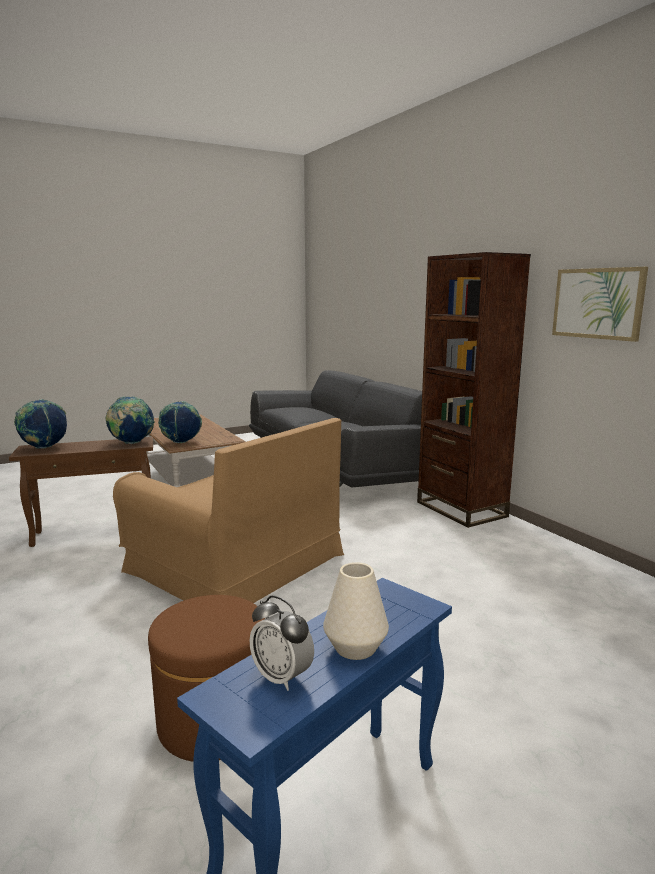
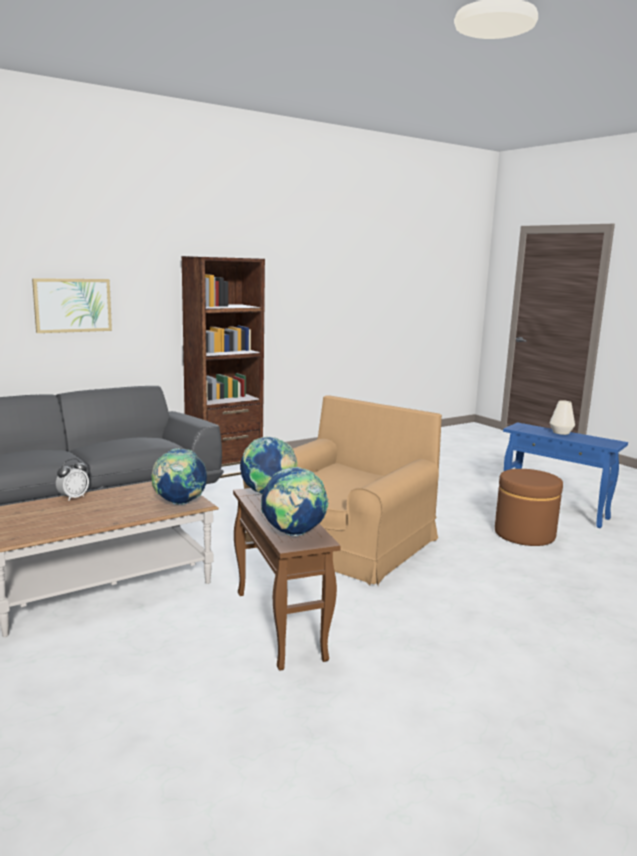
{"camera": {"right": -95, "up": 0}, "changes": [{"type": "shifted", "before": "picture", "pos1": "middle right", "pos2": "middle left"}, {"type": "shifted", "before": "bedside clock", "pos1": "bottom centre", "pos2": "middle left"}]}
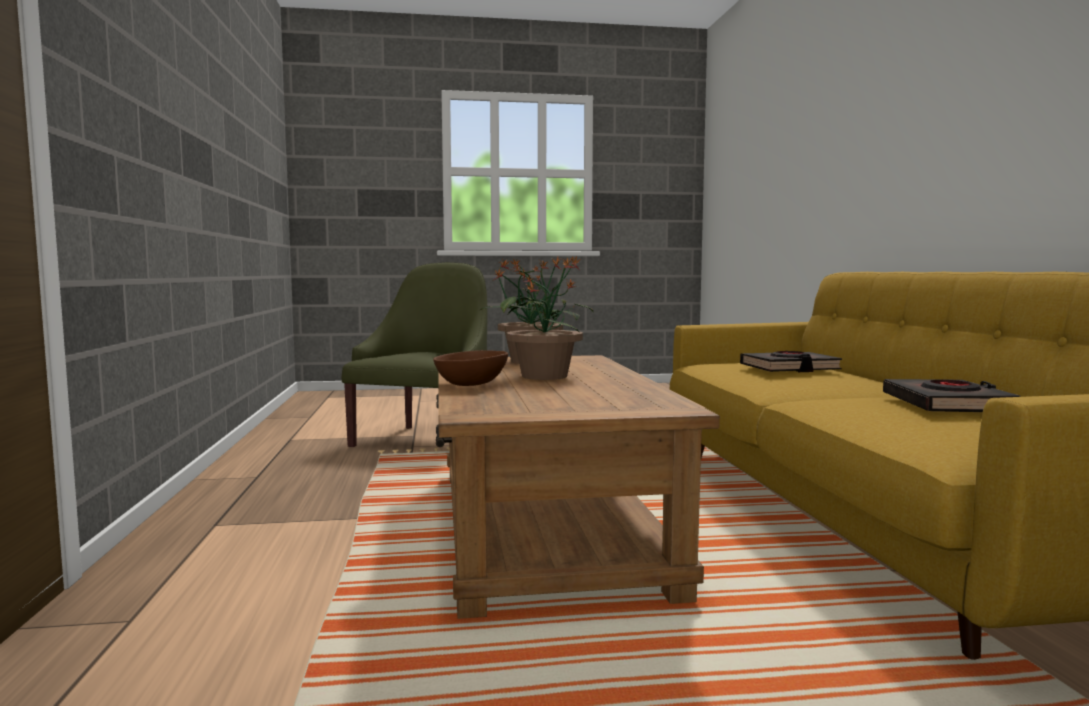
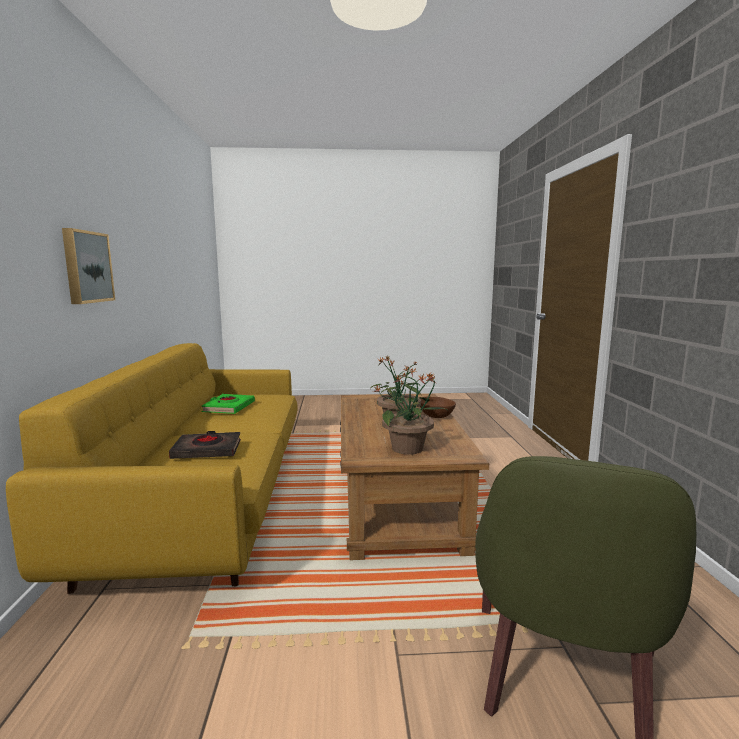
{"camera": {"right": -175, "up": 5}, "changes": [{"type": "new", "after": "picture", "pos2": "middle left"}, {"type": "repainted", "before": "book (black) (no. 2 from left)", "after": "book (greenish)", "pos1": "middle right", "pos2": "middle left"}]}
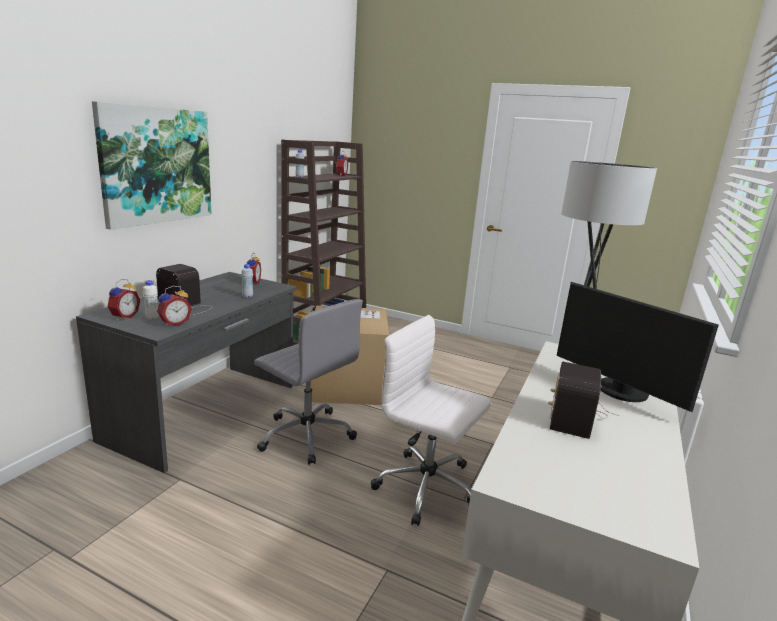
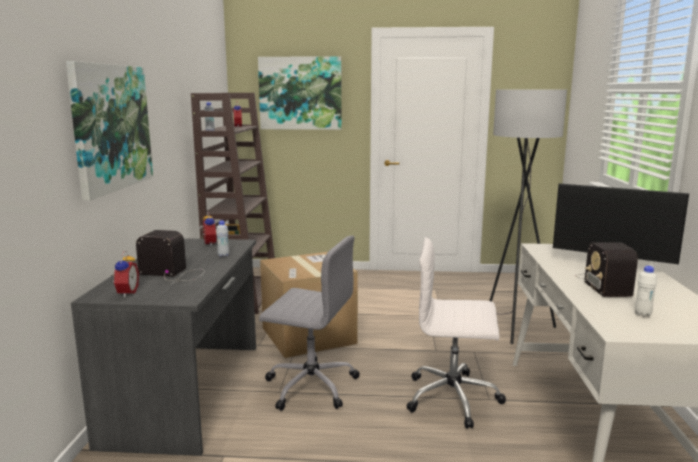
{"camera": {"right": -20, "up": -5}, "changes": [{"type": "new", "after": "picture (no. 2 from left)", "pos2": "top centre"}, {"type": "shifted", "before": "drink bottle (whitish) (no. 1 from left in the first image)", "after": "drink bottle (whitish) (no. 3 from left)", "pos1": "middle left", "pos2": "middle right"}, {"type": "gone", "before": "bedside clock (no. 2 from left)", "pos1": "middle left"}]}
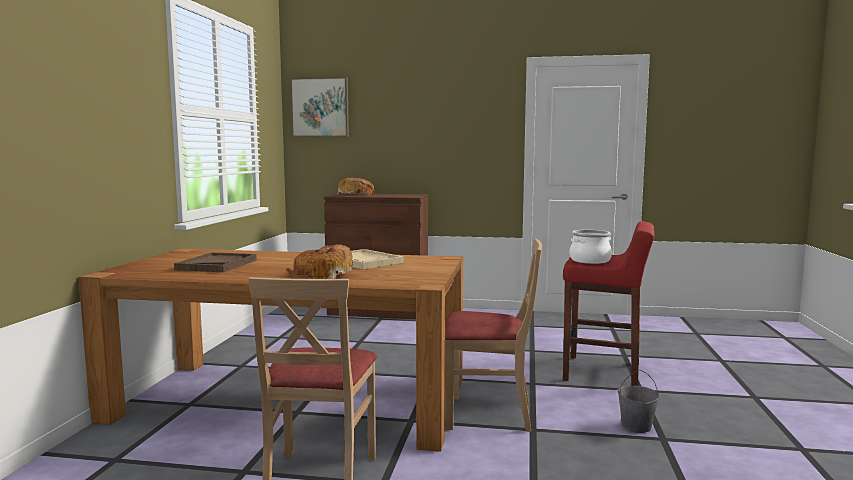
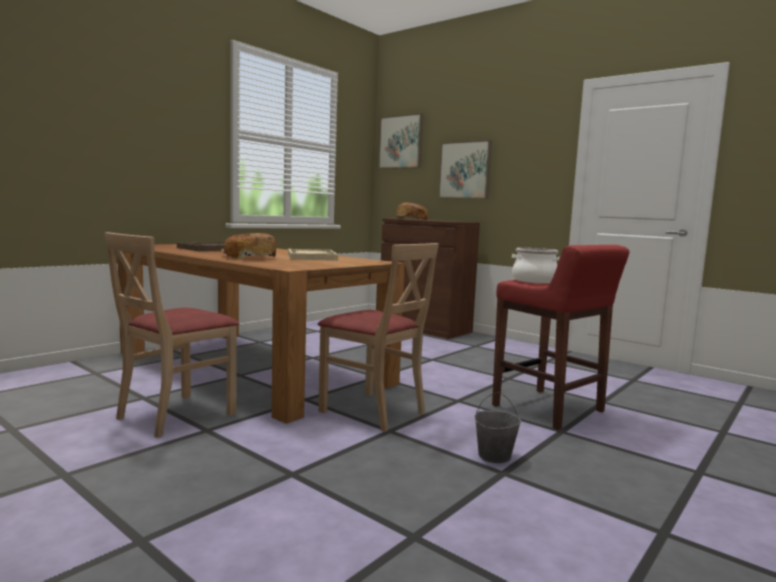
{"camera": {"right": 30, "up": 0}, "changes": [{"type": "new", "after": "picture (no. 2 from left)", "pos2": "top centre"}]}
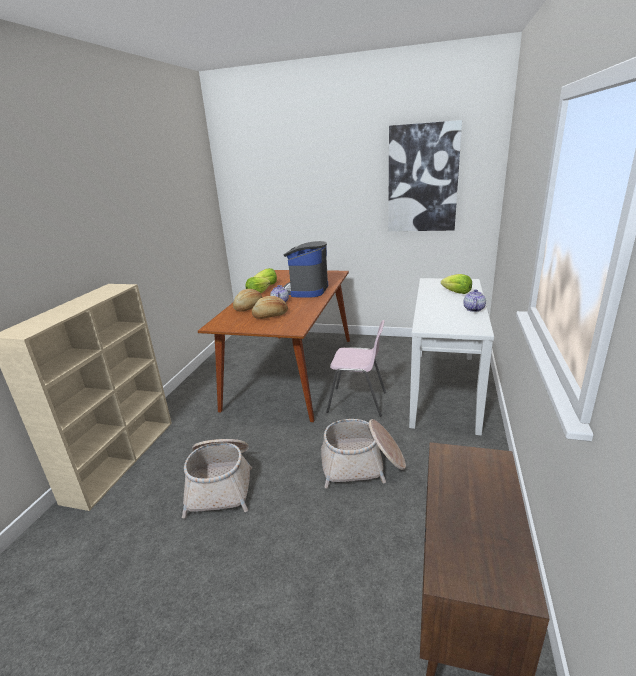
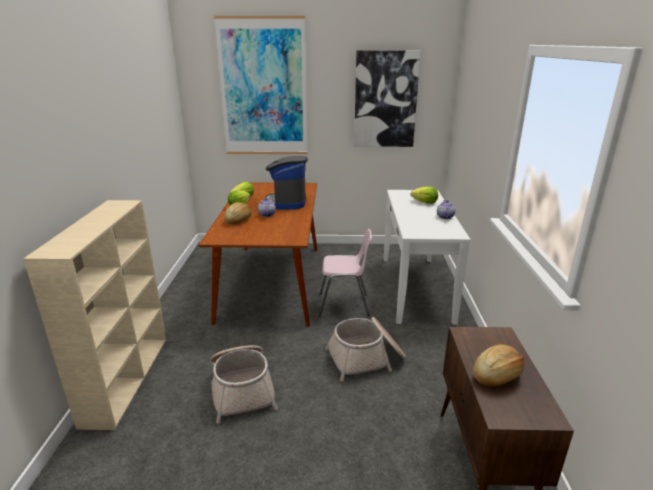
{"camera": {"right": -15, "up": 0}, "changes": [{"type": "new", "after": "picture (no. 1 from left)", "pos2": "top centre"}, {"type": "shifted", "before": "bread (no. 2 from left)", "pos1": "centre", "pos2": "bottom right"}]}
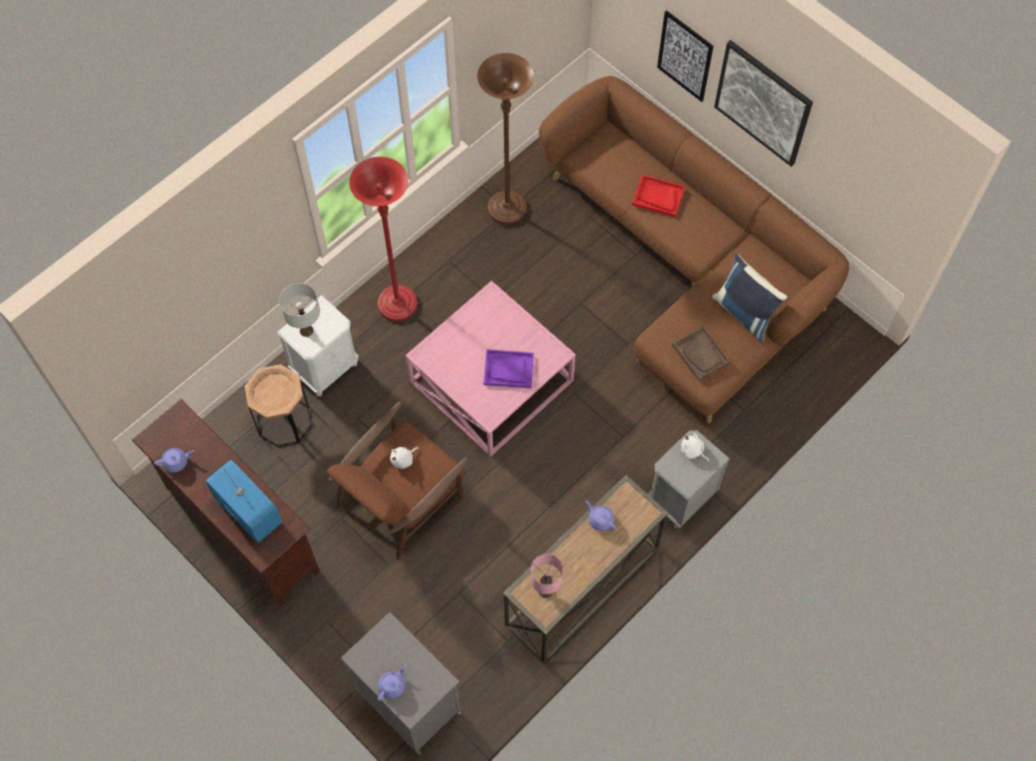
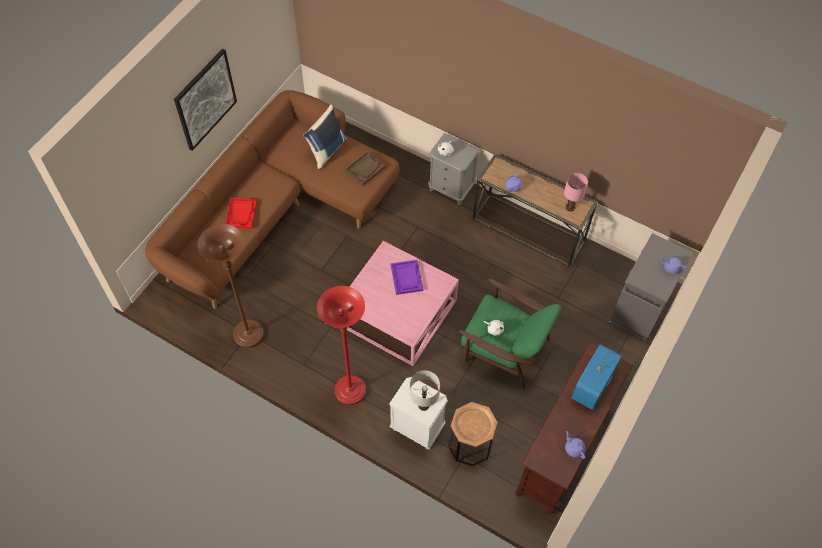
{"camera": {"right": -105, "up": -5}, "changes": [{"type": "repainted", "before": "easy chair (brownish)", "after": "easy chair (greenish)", "pos1": "centre", "pos2": "centre"}, {"type": "gone", "before": "picture (no. 1 from left)", "pos1": "top centre"}]}
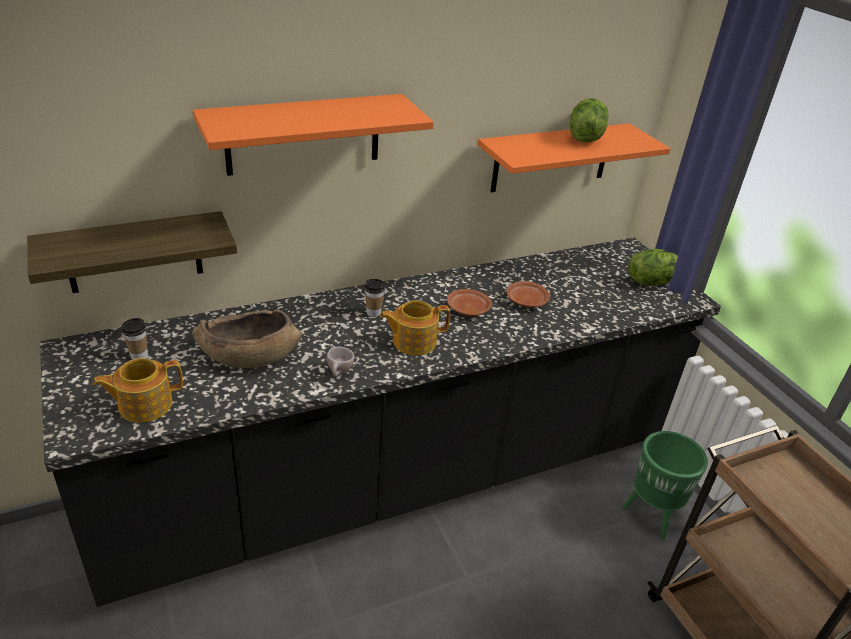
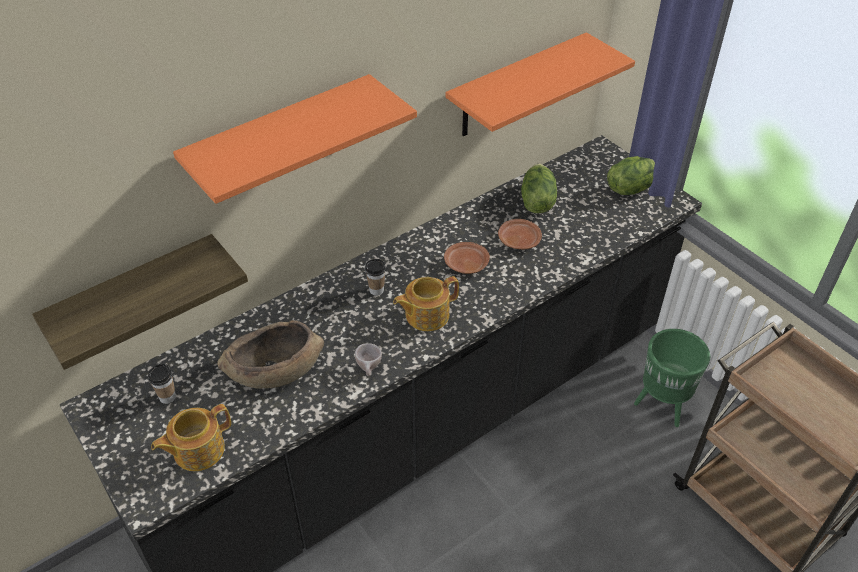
{"camera": {"right": -10, "up": 10}, "changes": [{"type": "shifted", "before": "lettuce (no. 1 from left)", "pos1": "top right", "pos2": "top centre"}]}
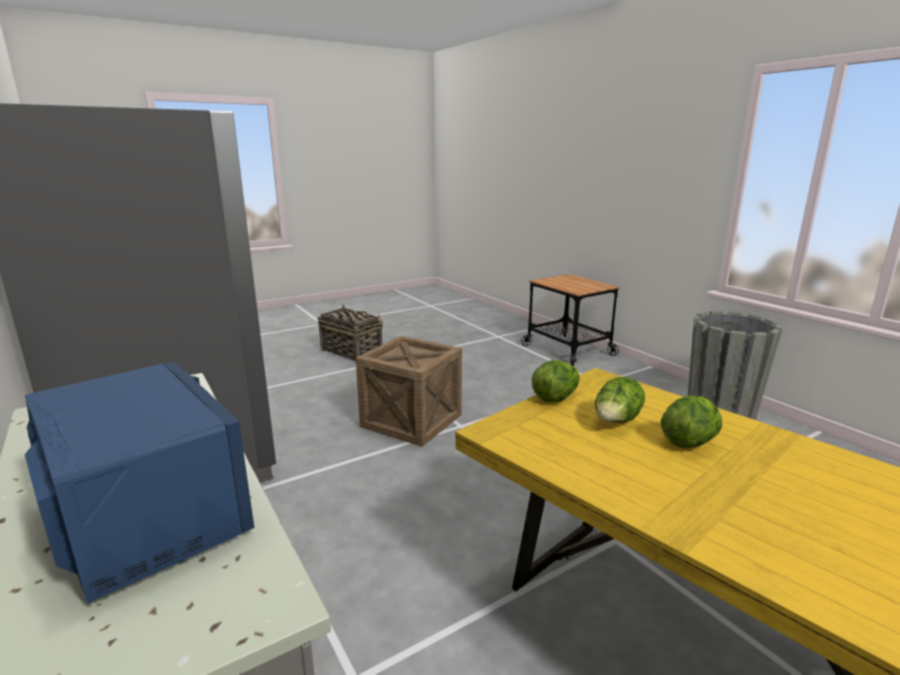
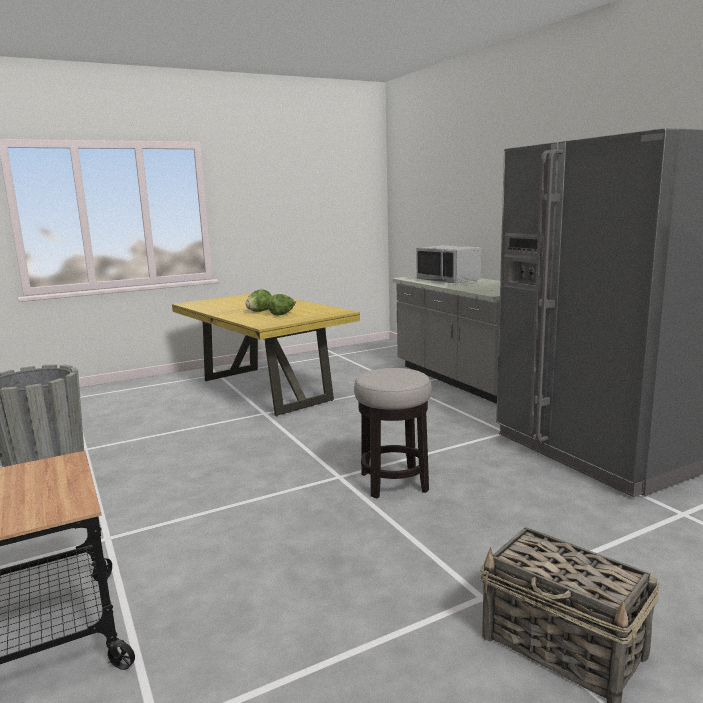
{"camera": {"right": -175, "up": -5}, "changes": [{"type": "swapped", "before": "shipping crate", "after": "sitting stool", "pos1": "centre", "pos2": "centre"}, {"type": "repainted", "before": "microwave oven (bluish)", "after": "microwave oven (grey)", "pos1": "bottom left", "pos2": "centre"}, {"type": "gone", "before": "lettuce (no. 1 from left)", "pos1": "centre"}]}
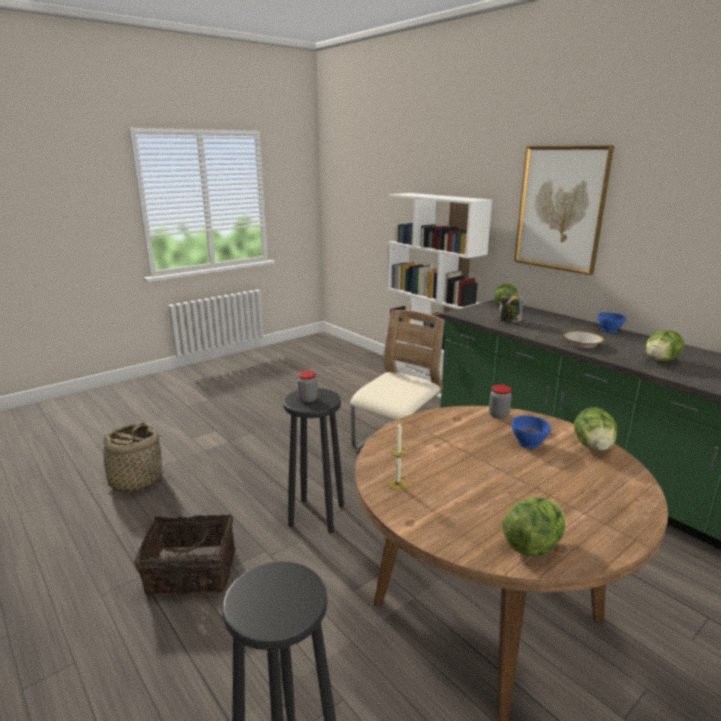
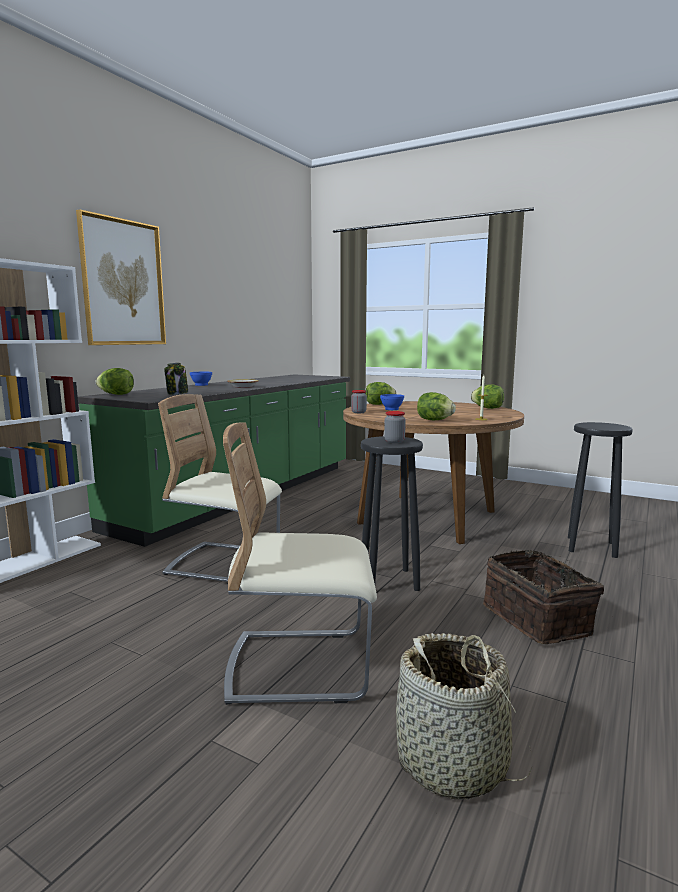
{"camera": {"right": -110, "up": -10}, "changes": [{"type": "new", "after": "chair (sand-coloured) (no. 2 from left)", "pos2": "centre"}, {"type": "shifted", "before": "lettuce (no. 4 from left in the first image)", "after": "lettuce (no. 3 from left)", "pos1": "middle right", "pos2": "centre"}]}
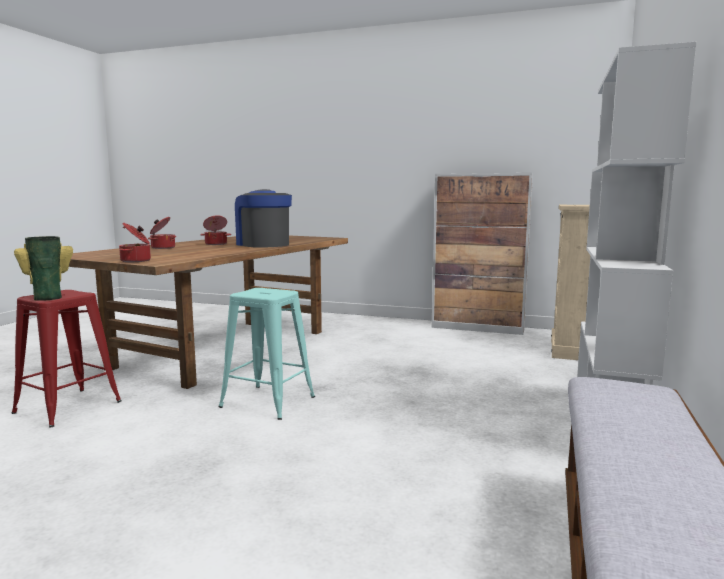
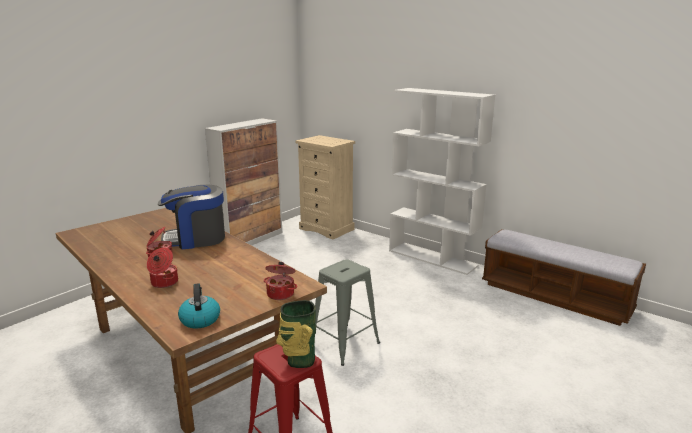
{"camera": {"right": -70, "up": 10}, "changes": [{"type": "new", "after": "water kettle", "pos2": "bottom left"}, {"type": "repainted", "before": "sitting stool (turquoise)", "after": "sitting stool (grey)", "pos1": "centre", "pos2": "bottom centre"}]}
